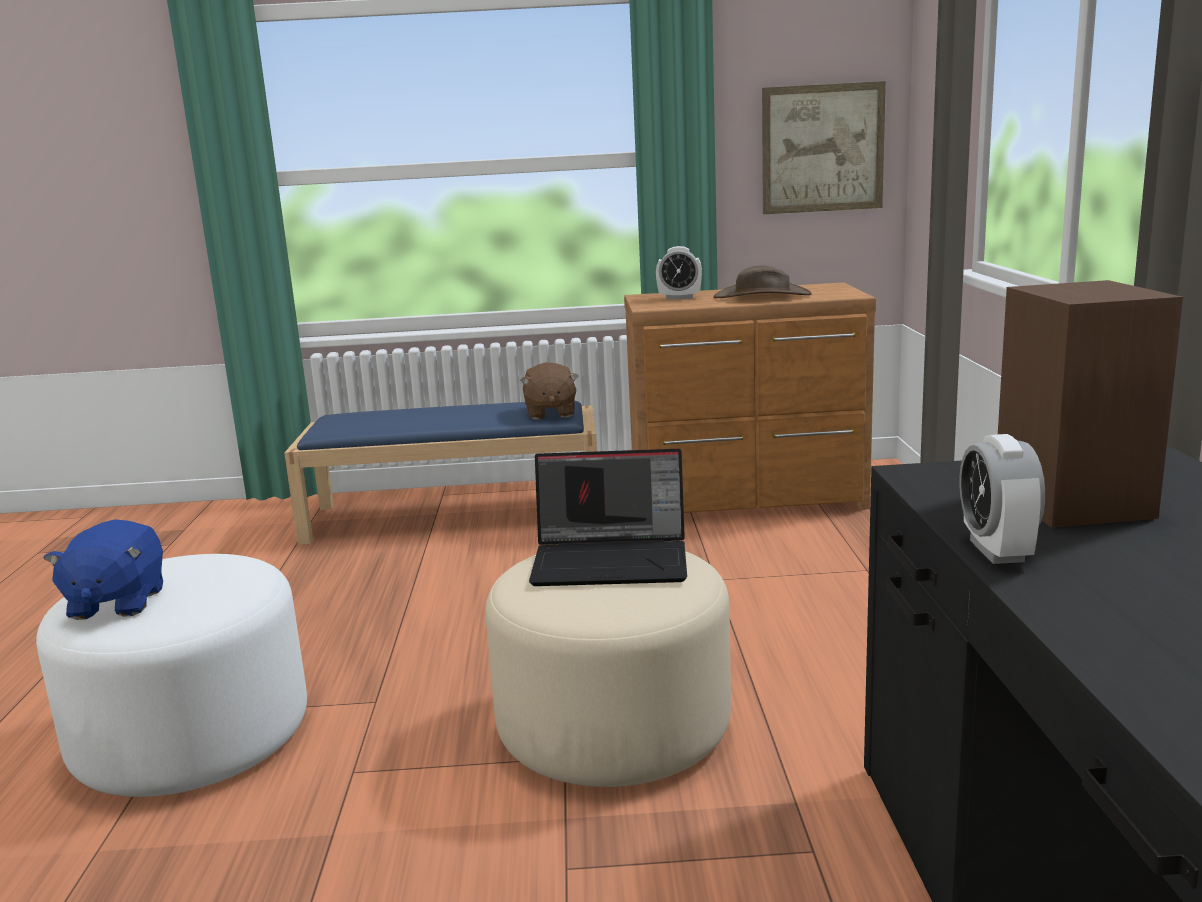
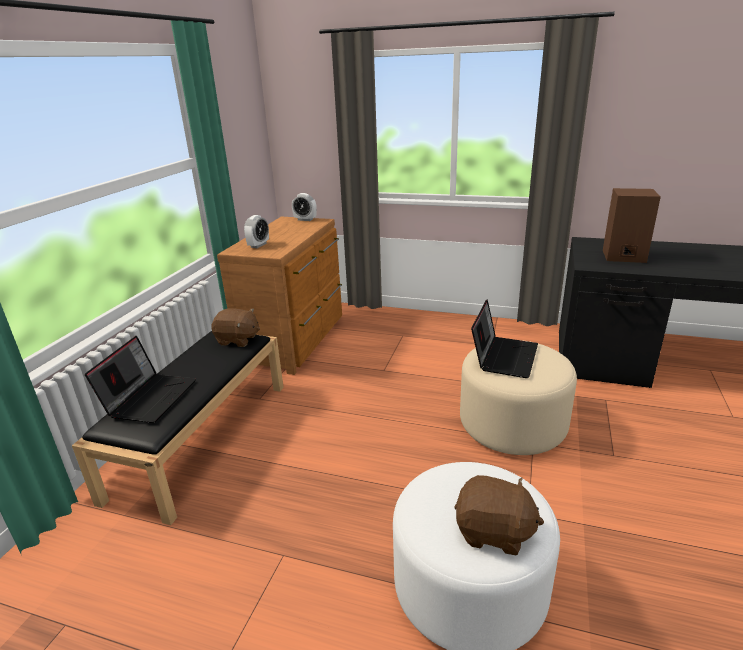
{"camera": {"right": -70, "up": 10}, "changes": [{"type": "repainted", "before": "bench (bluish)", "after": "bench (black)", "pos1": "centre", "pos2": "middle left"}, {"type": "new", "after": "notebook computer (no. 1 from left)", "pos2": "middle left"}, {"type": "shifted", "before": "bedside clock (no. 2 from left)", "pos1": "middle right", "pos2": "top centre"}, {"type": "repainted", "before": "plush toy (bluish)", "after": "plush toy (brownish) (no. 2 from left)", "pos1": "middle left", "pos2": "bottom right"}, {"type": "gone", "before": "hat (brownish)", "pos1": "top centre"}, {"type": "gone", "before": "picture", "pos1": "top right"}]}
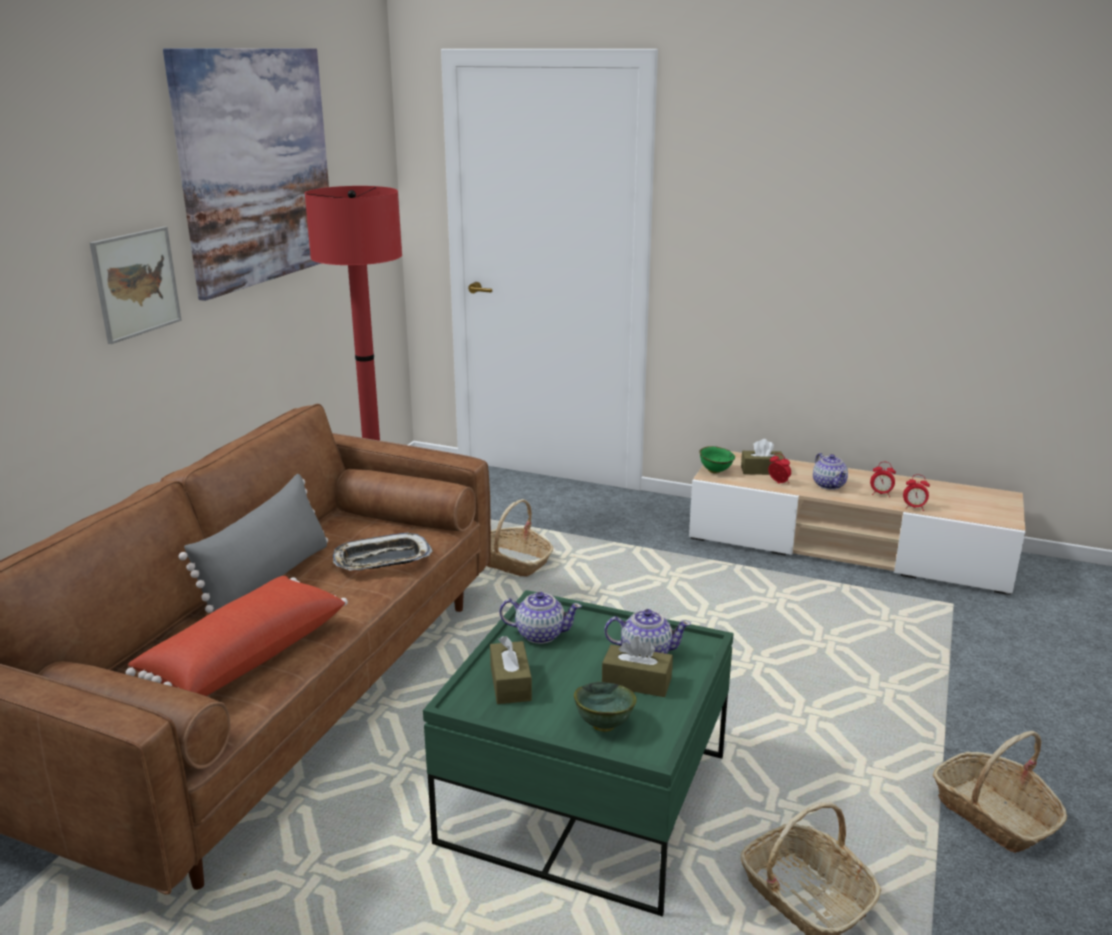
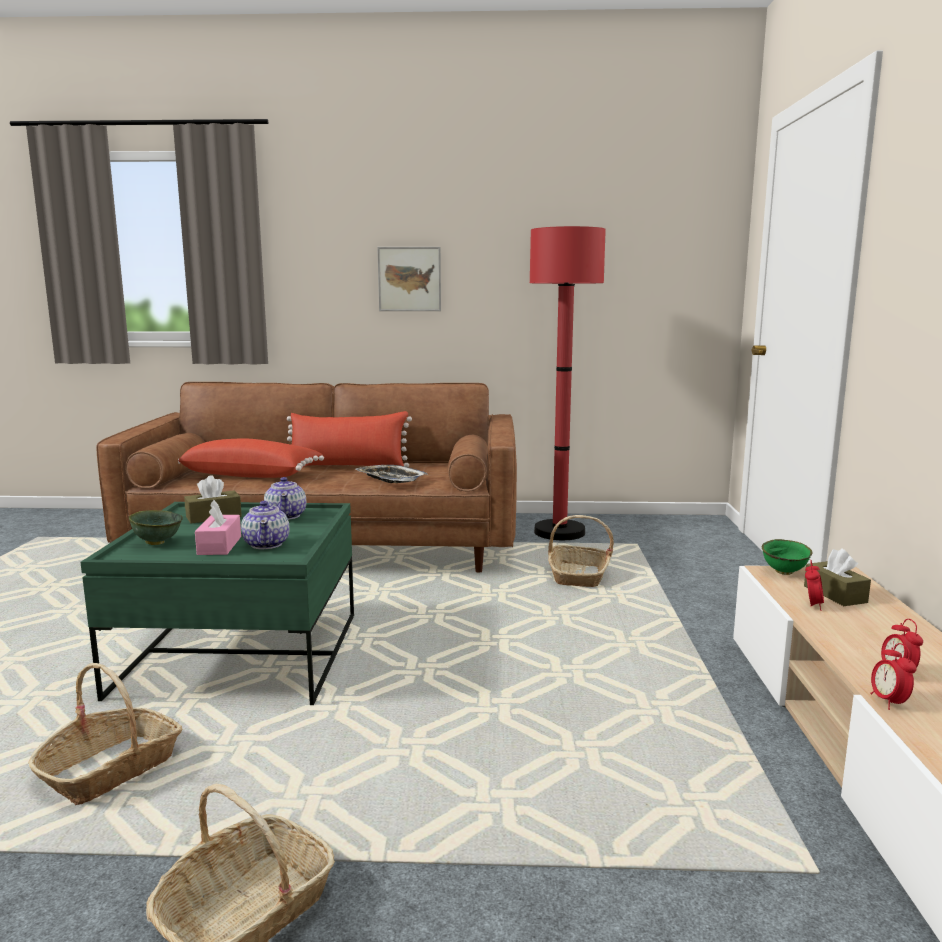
{"camera": {"right": 70, "up": -10}, "changes": [{"type": "repainted", "before": "tissue box (brownish) (no. 2 from left)", "after": "tissue box (pinkish)", "pos1": "bottom centre", "pos2": "middle left"}, {"type": "repainted", "before": "pillow (grey)", "after": "pillow (reddish) (no. 2 from left)", "pos1": "middle left", "pos2": "centre"}, {"type": "gone", "before": "picture (no. 2 from left)", "pos1": "top left"}, {"type": "gone", "before": "tea pot (no. 3 from left)", "pos1": "middle right"}]}
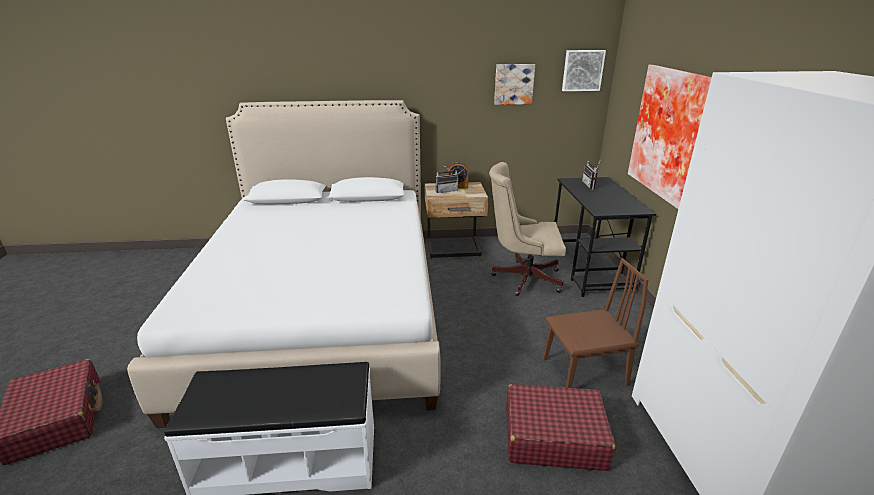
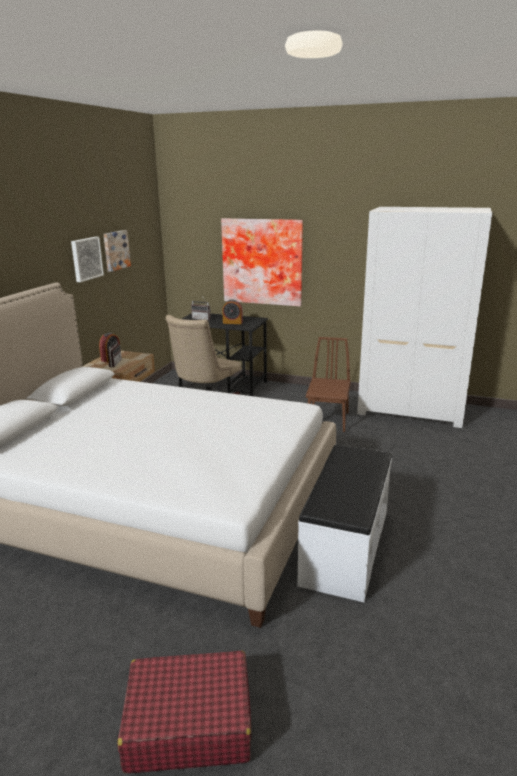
{"camera": {"right": -65, "up": -5}, "changes": [{"type": "shifted", "before": "picture (no. 2 from left in the first image)", "after": "picture (no. 1 from left)", "pos1": "top right", "pos2": "middle left"}, {"type": "new", "after": "bedside clock (no. 2 from left)", "pos2": "centre"}, {"type": "gone", "before": "piece of luggage (reddish) (no. 2 from left)", "pos1": "bottom centre"}]}
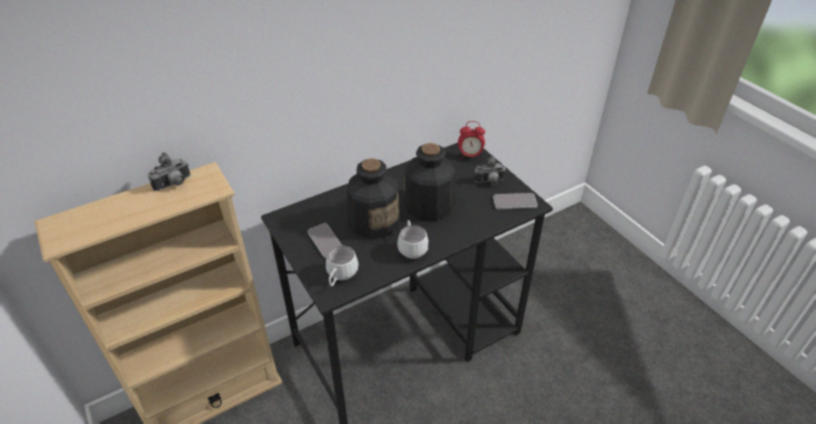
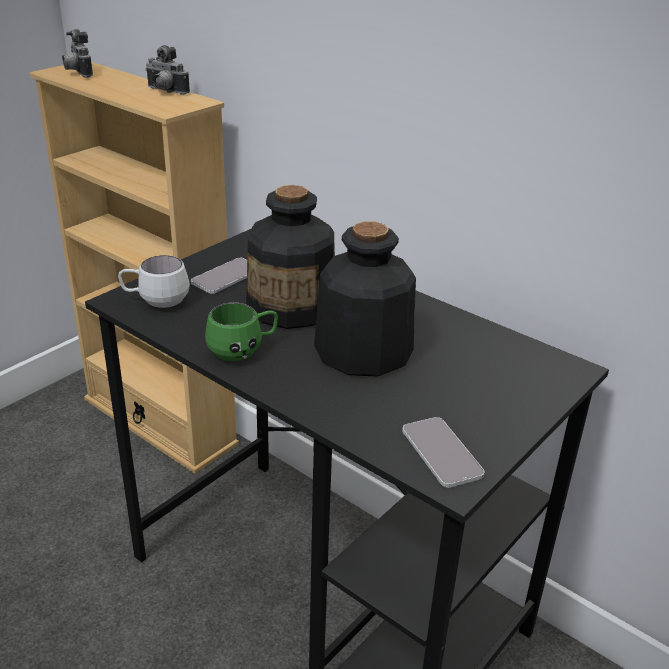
{"camera": {"right": 70, "up": -10}, "changes": [{"type": "shifted", "before": "still camera (no. 2 from left in the first image)", "after": "still camera (no. 1 from left)", "pos1": "centre", "pos2": "top left"}, {"type": "repainted", "before": "tea mug (whitish) (no. 2 from left)", "after": "tea mug (greenish)", "pos1": "centre", "pos2": "centre"}, {"type": "gone", "before": "bedside clock", "pos1": "top centre"}]}
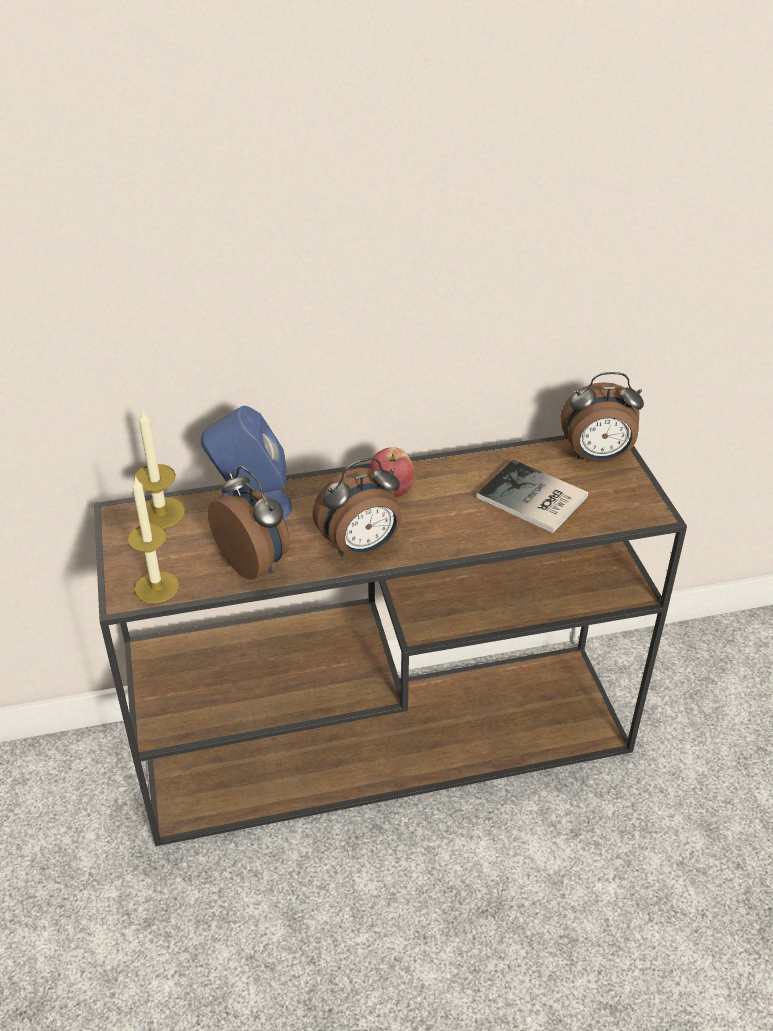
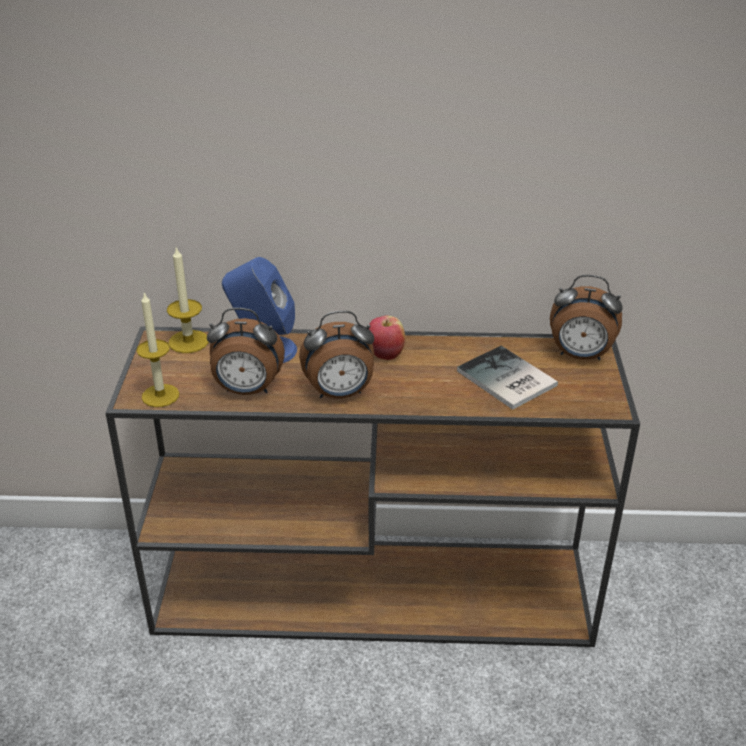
{"camera": {"right": 15, "up": -5}, "changes": [{"type": "rotated", "before": "bedside clock (no. 1 from left)", "pos1": "middle left", "pos2": "middle left", "turn": 120}]}
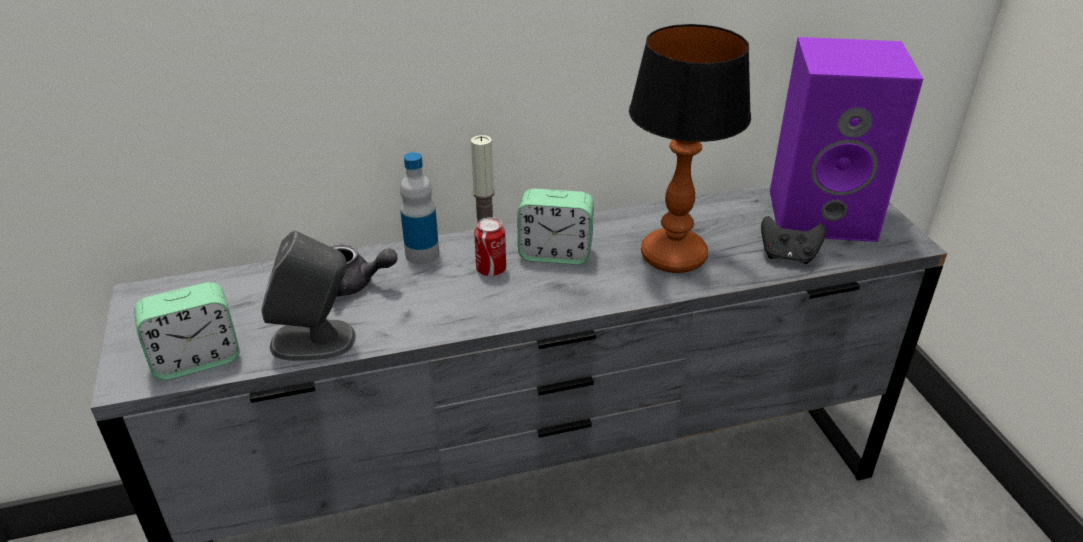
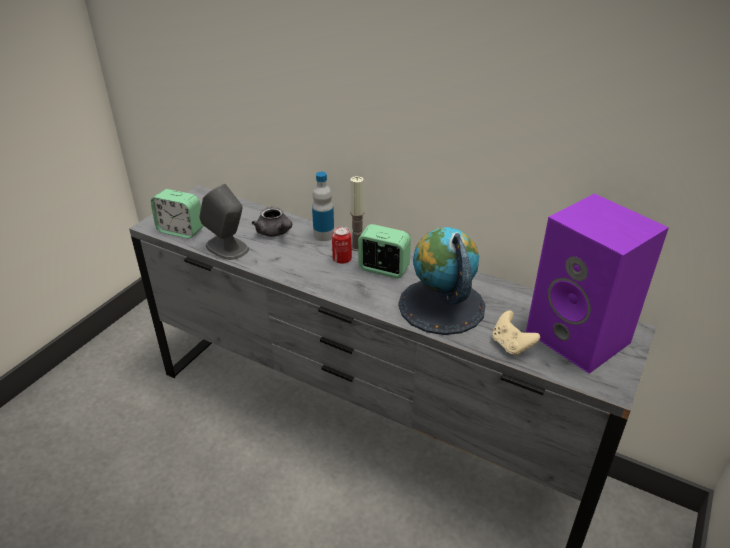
{"camera": {"right": 45, "up": 0}, "changes": [{"type": "rotated", "before": "bedside clock (no. 2 from left)", "pos1": "centre", "pos2": "centre", "turn": 150}, {"type": "swapped", "before": "lamp for a table", "after": "desk globe", "pos1": "top centre", "pos2": "centre"}, {"type": "repainted", "before": "gamepad (black)", "after": "gamepad (sand-coloured)", "pos1": "middle right", "pos2": "middle right"}]}
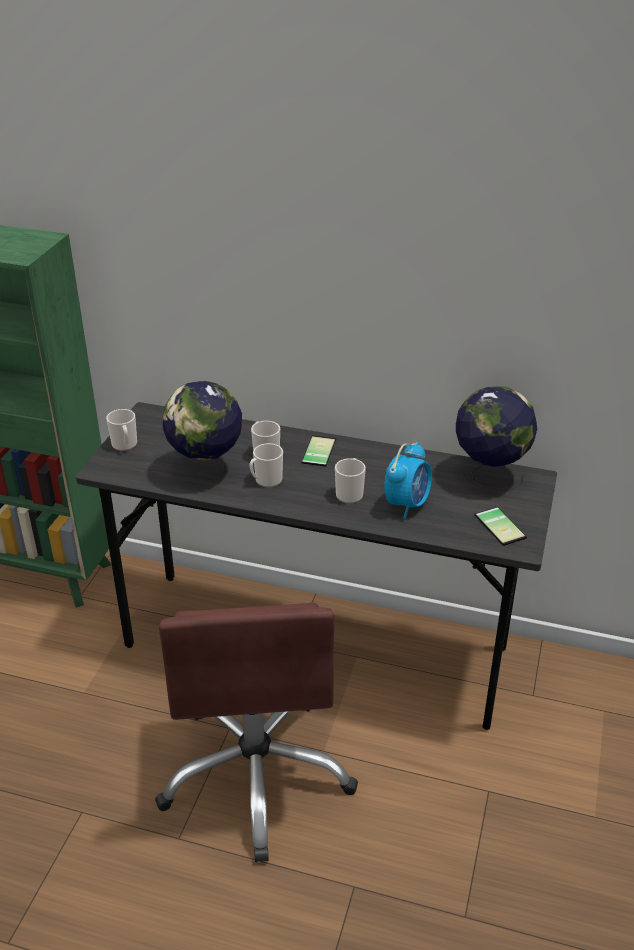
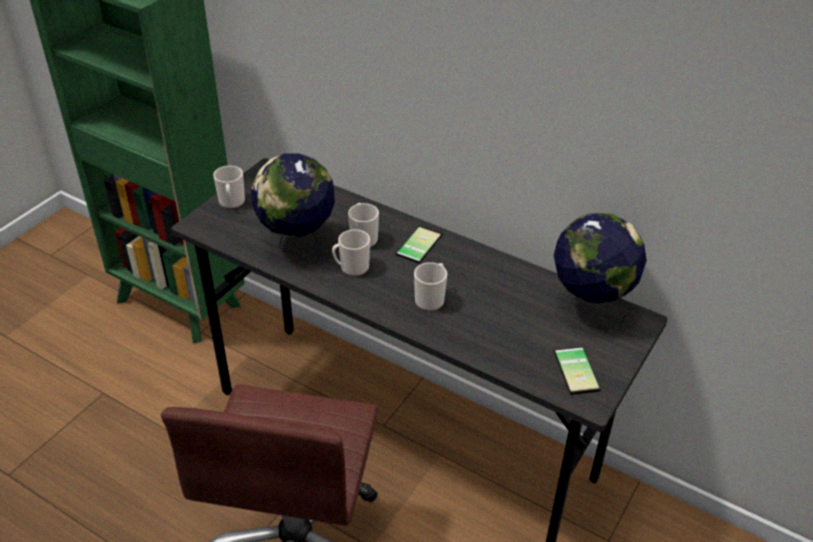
{"camera": {"right": 15, "up": 5}, "changes": [{"type": "gone", "before": "bedside clock", "pos1": "centre"}]}
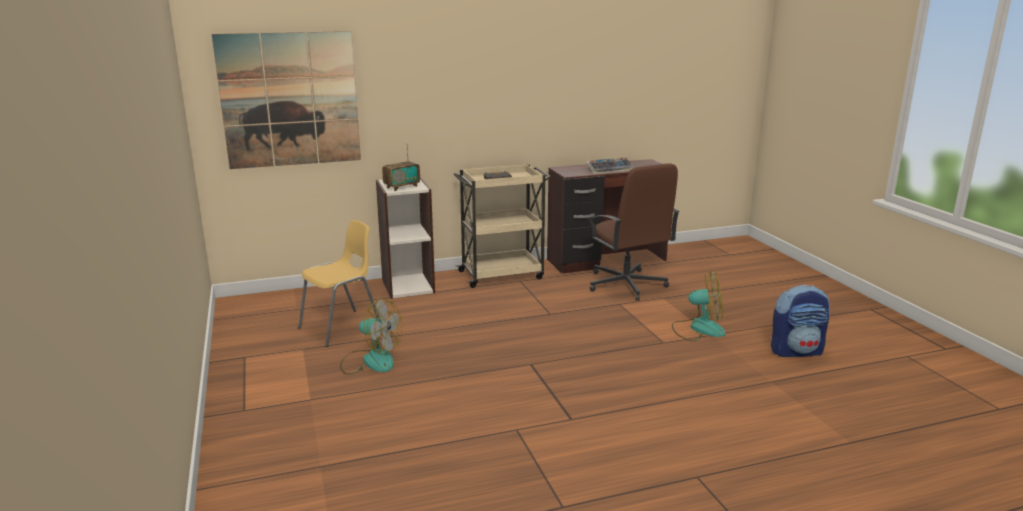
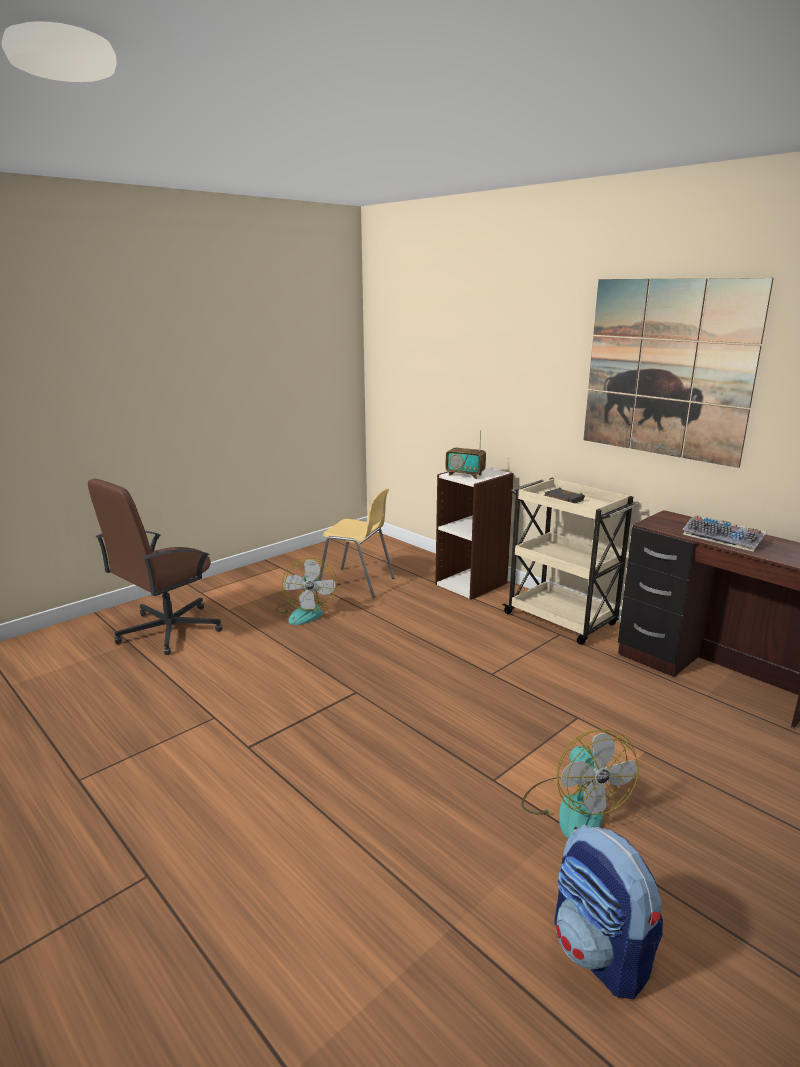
{"camera": {"right": 65, "up": 0}, "changes": [{"type": "shifted", "before": "computer chair (brownish)", "pos1": "centre", "pos2": "middle left"}, {"type": "shifted", "before": "picture", "pos1": "top left", "pos2": "middle right"}]}
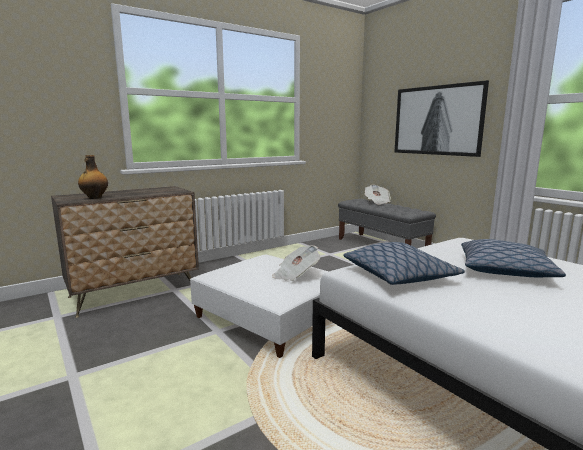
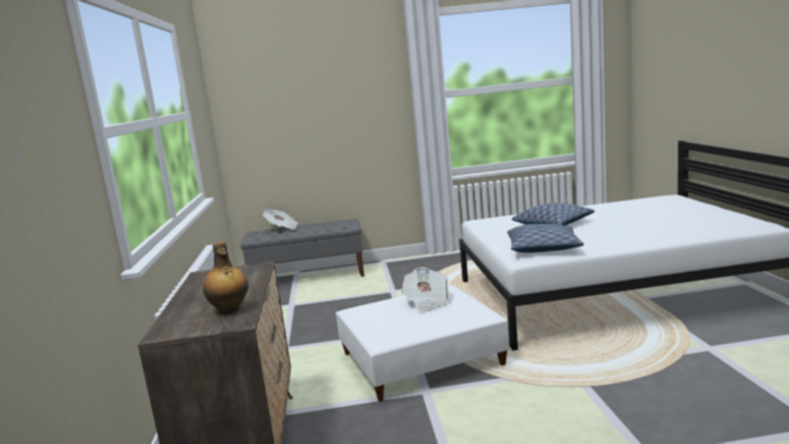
{"camera": {"right": -60, "up": 0}, "changes": [{"type": "gone", "before": "picture", "pos1": "top right"}]}
